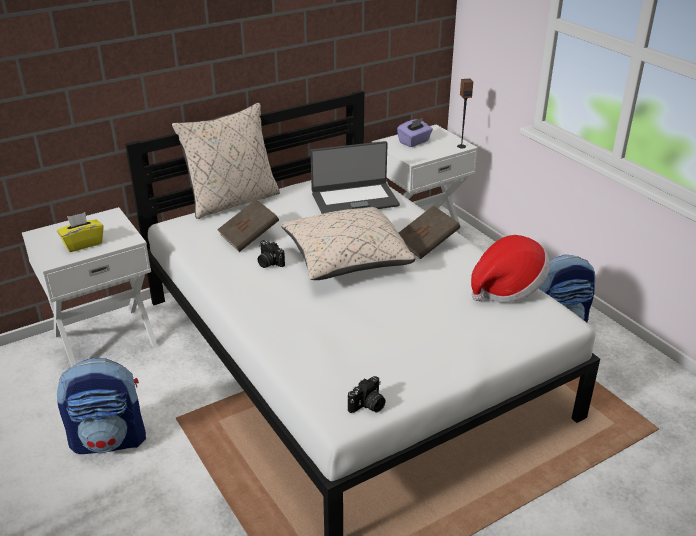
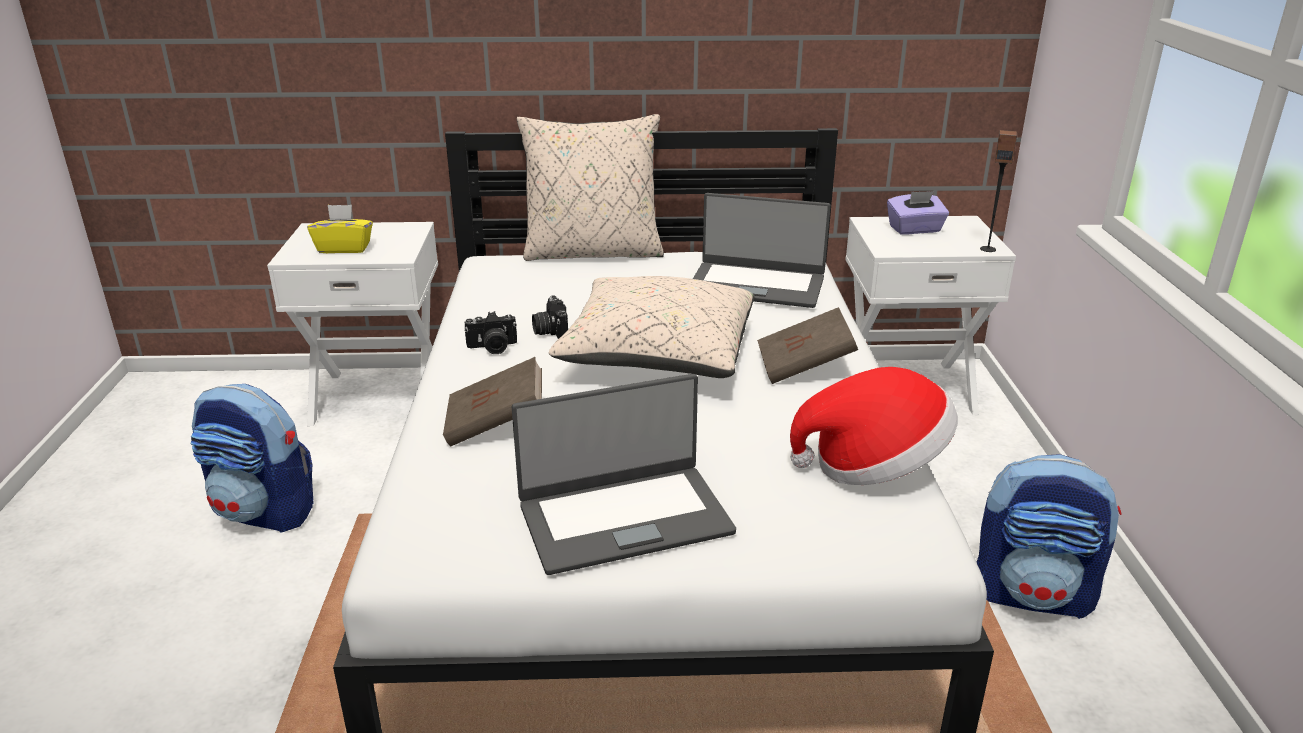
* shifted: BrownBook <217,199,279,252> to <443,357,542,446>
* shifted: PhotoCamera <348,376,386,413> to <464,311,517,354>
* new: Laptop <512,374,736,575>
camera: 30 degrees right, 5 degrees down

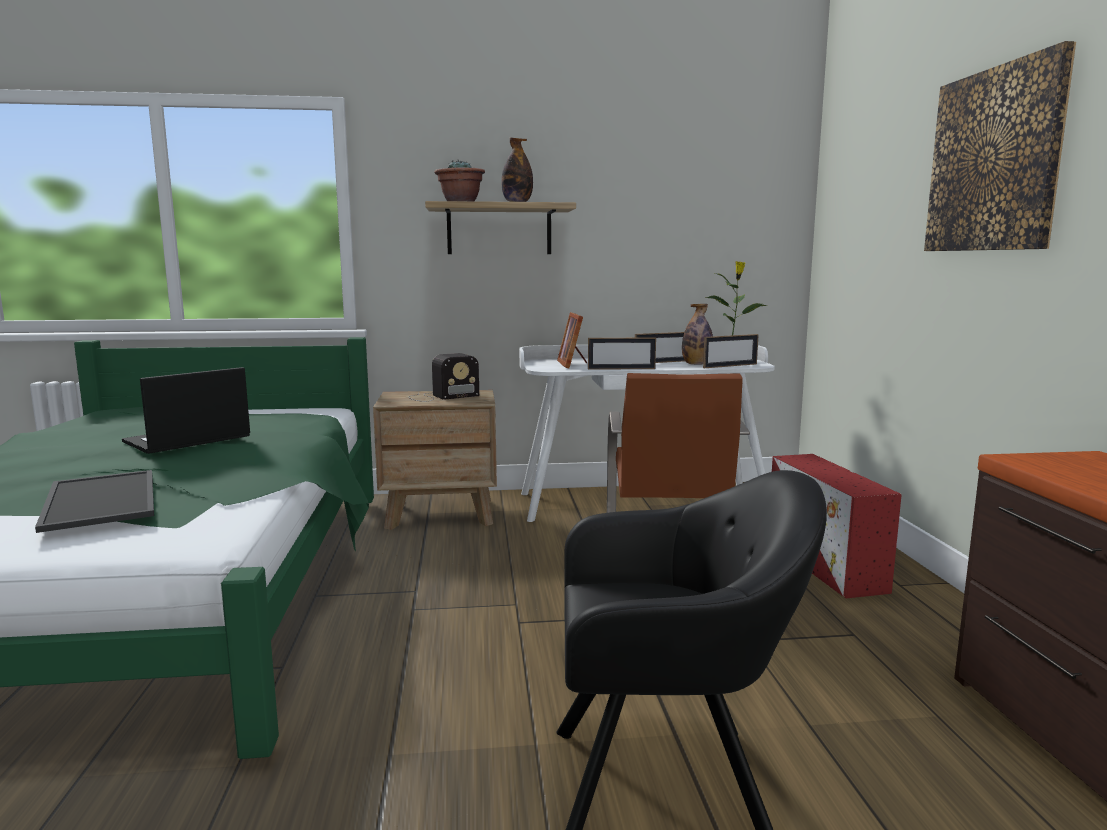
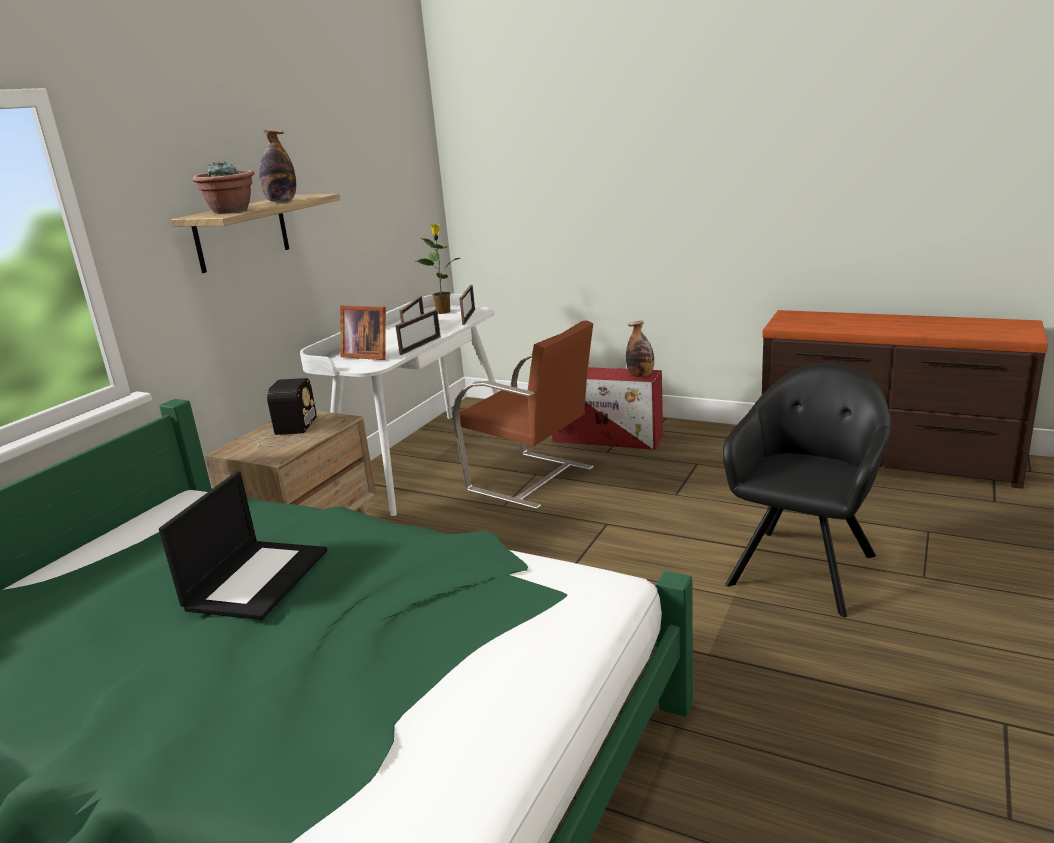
* rotated: Laptop <122,367,250,454> = <159,471,327,620> 150 degrees counterclockwise
* shifted: Bottle <682,304,713,365> to <626,321,654,377>
* gone: Tray <35,470,154,533>
* gone: Picture <924,41,1076,251>
camera: 55 degrees left, 10 degrees up

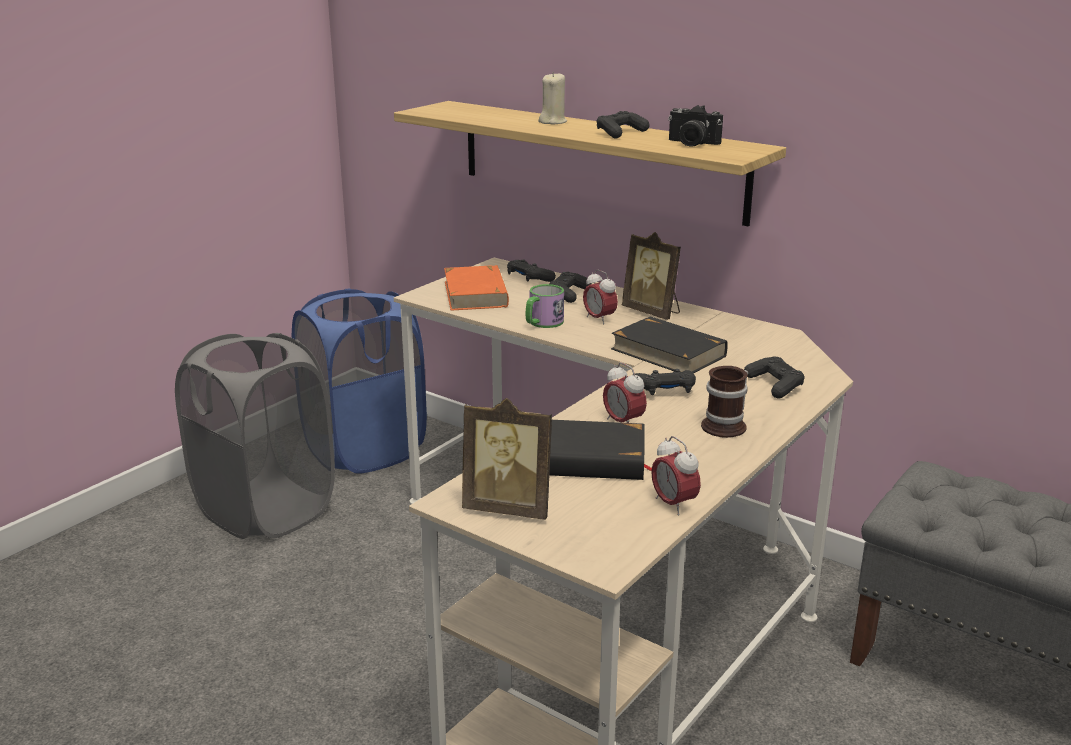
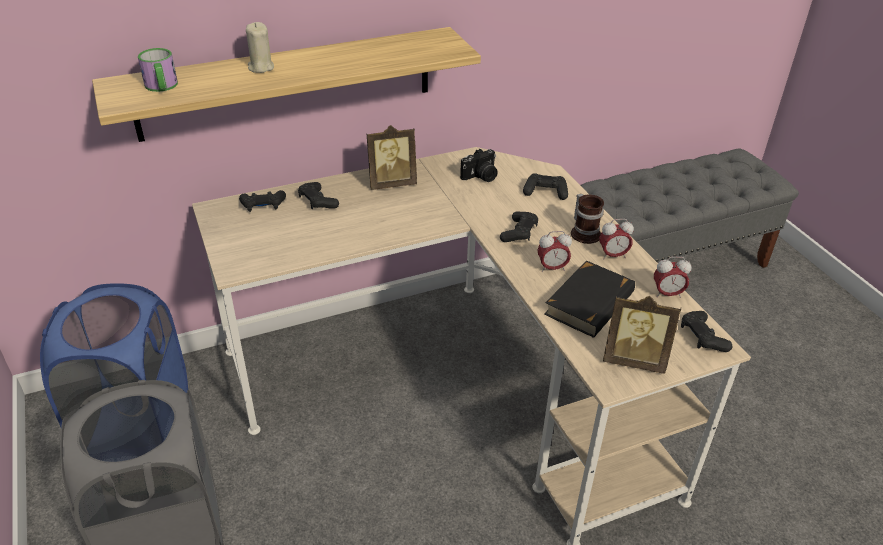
* shifted: Mug <526,284,564,328> to <138,48,178,92>
* shifted: PhotoCamera <668,105,723,147> to <460,149,498,182>
* shifted: AlarmClock <583,270,618,325> to <599,219,634,259>
* rotated: PictureFrame <462,398,552,520> = <603,296,681,374> 60 degrees clockwise
* shifted: BlackGameController <597,111,650,139> to <681,311,732,352>
* gone: OrangeBook <444,265,509,311>
* gone: BlackBook <611,316,728,373>
camera: 60 degrees left, 15 degrees up

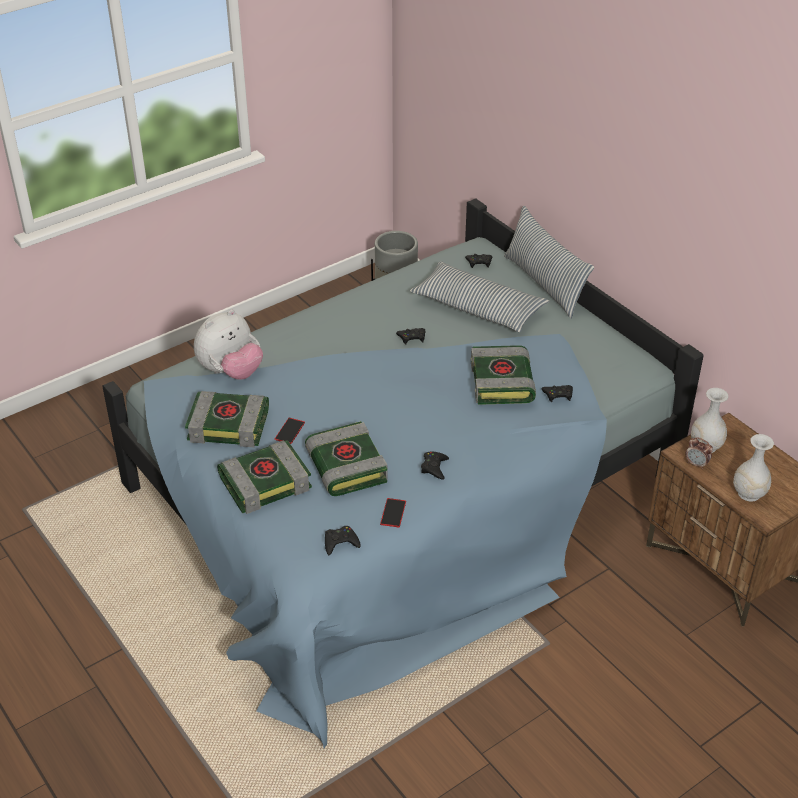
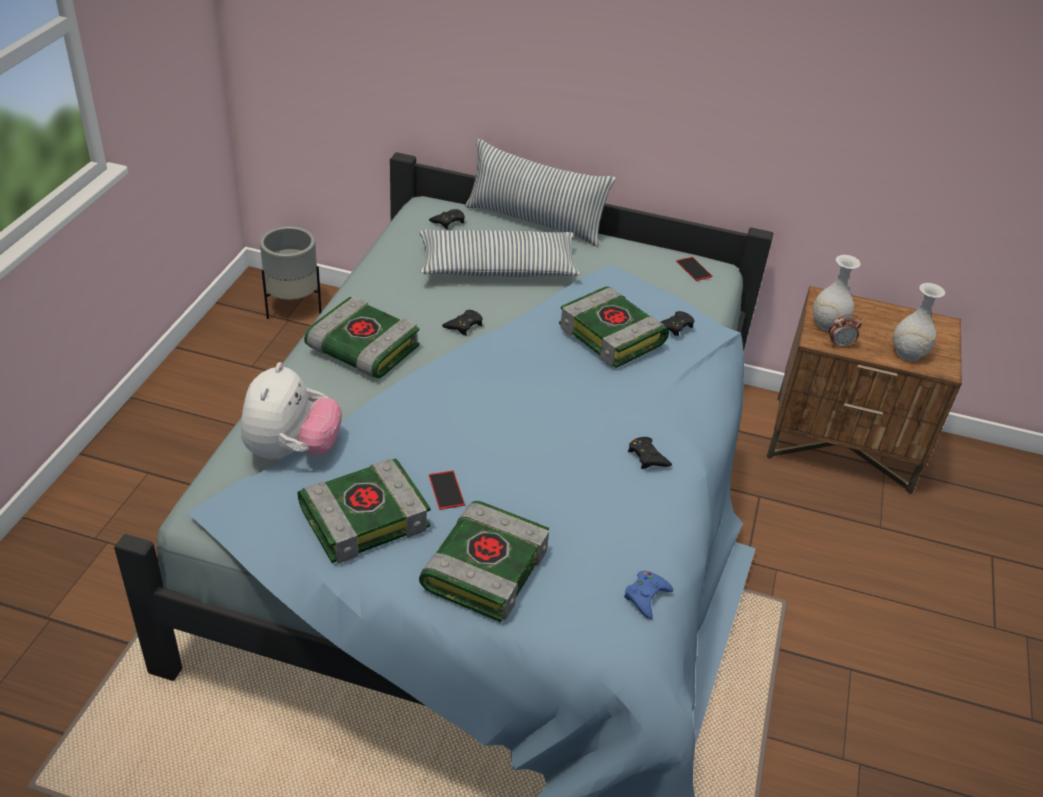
* shifted: Book <305,421,387,496> to <304,296,419,379>
* repainted: BlackGameController <325,526,361,555> to BlueGameController <624,571,673,619>
* shifted: Phone <380,498,406,527> to <676,257,712,281>
camera: 40 degrees left, 0 degrees up

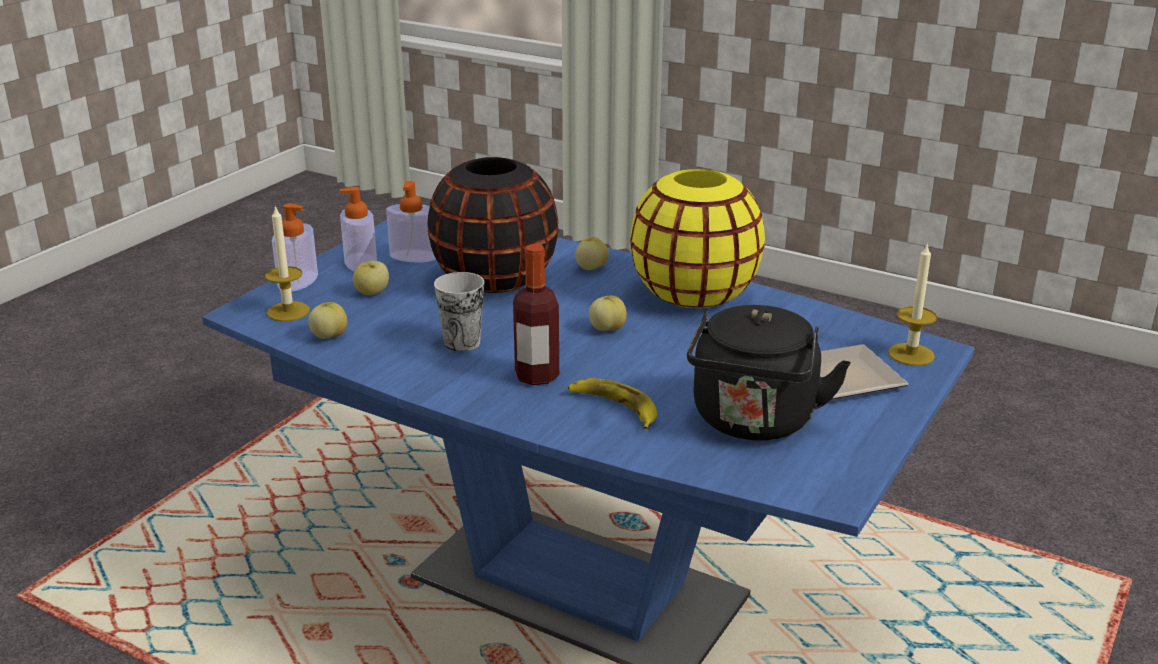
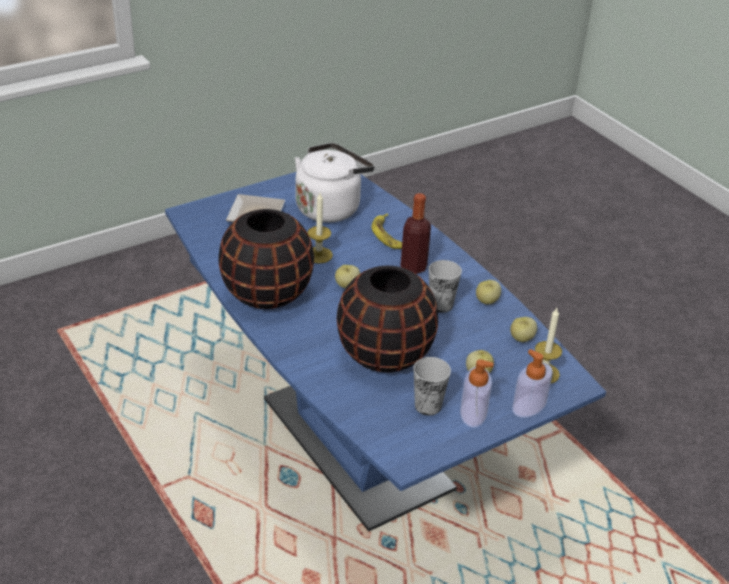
* repainted: YellowVase <630,169,765,308> to BlackVase <218,209,314,309>
* repainted: BlackKettle <687,305,851,440> to WhiteKettle <295,143,375,223>
* shifted: Candle <888,242,937,366> to <307,193,333,263>
* swapped: SoapDispenser <386,181,436,262> to Cup <414,357,451,416>
* shifted: Apple <575,237,609,270> to <476,280,501,304>
camera: 155 degrees left, 10 degrees up

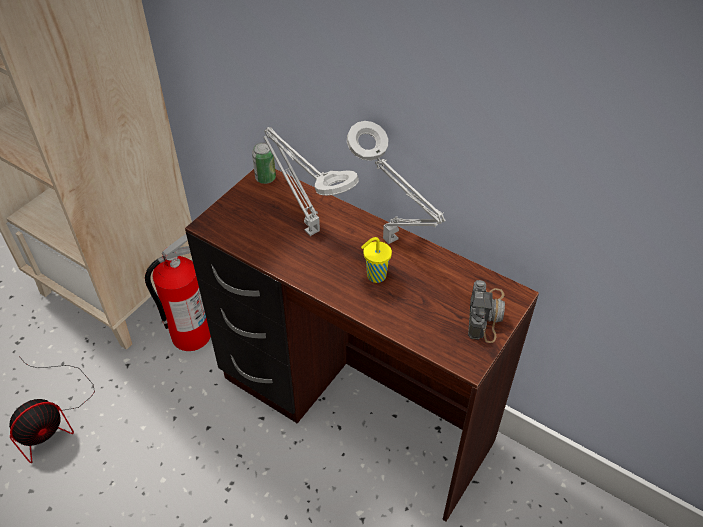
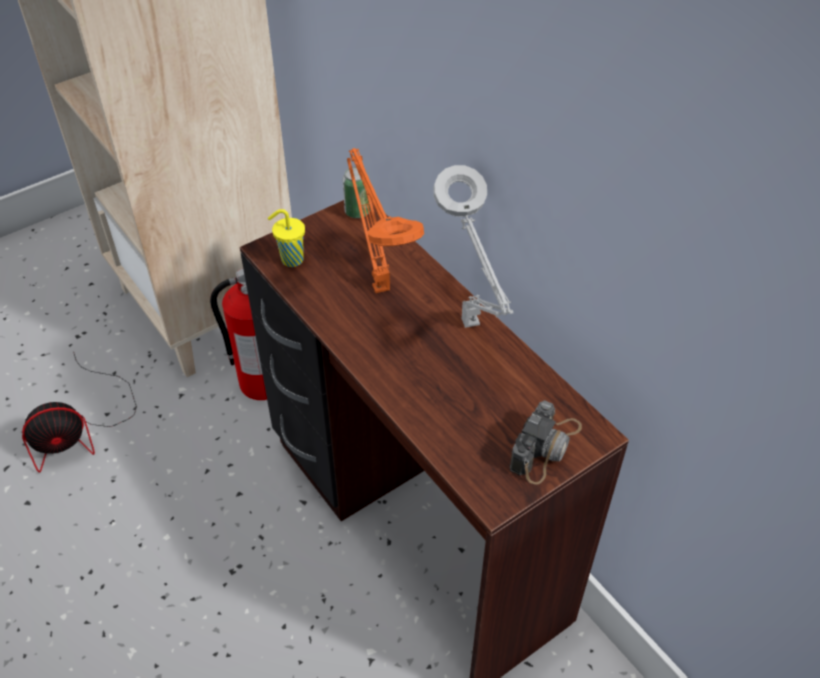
* shifted: YellowCup <361,237,392,283> to <268,209,305,267>
* repainted: GreyTableLamp <263,127,359,236> to OrangeTableLamp <347,148,424,293>
camera: 20 degrees right, 0 degrees up

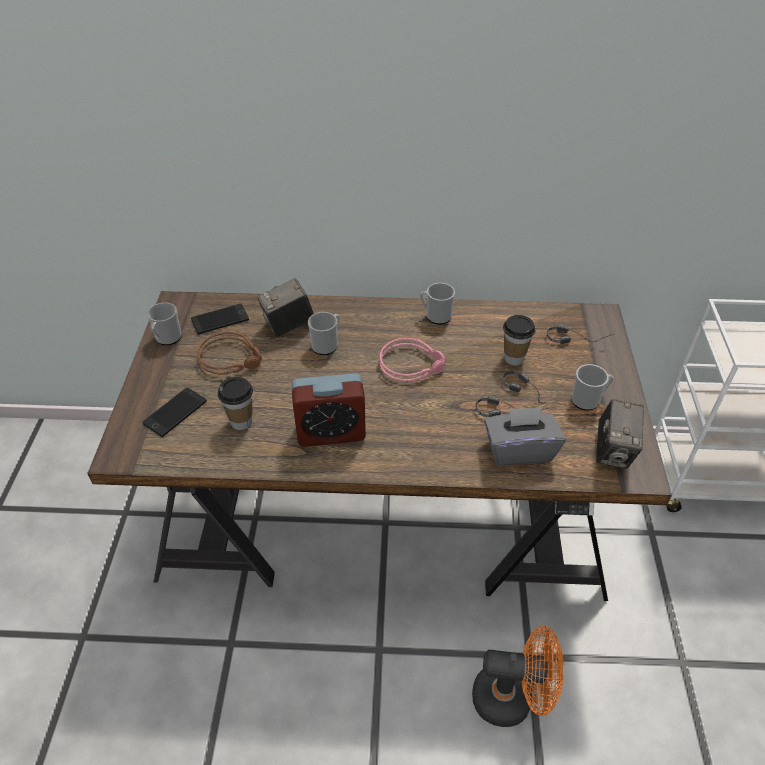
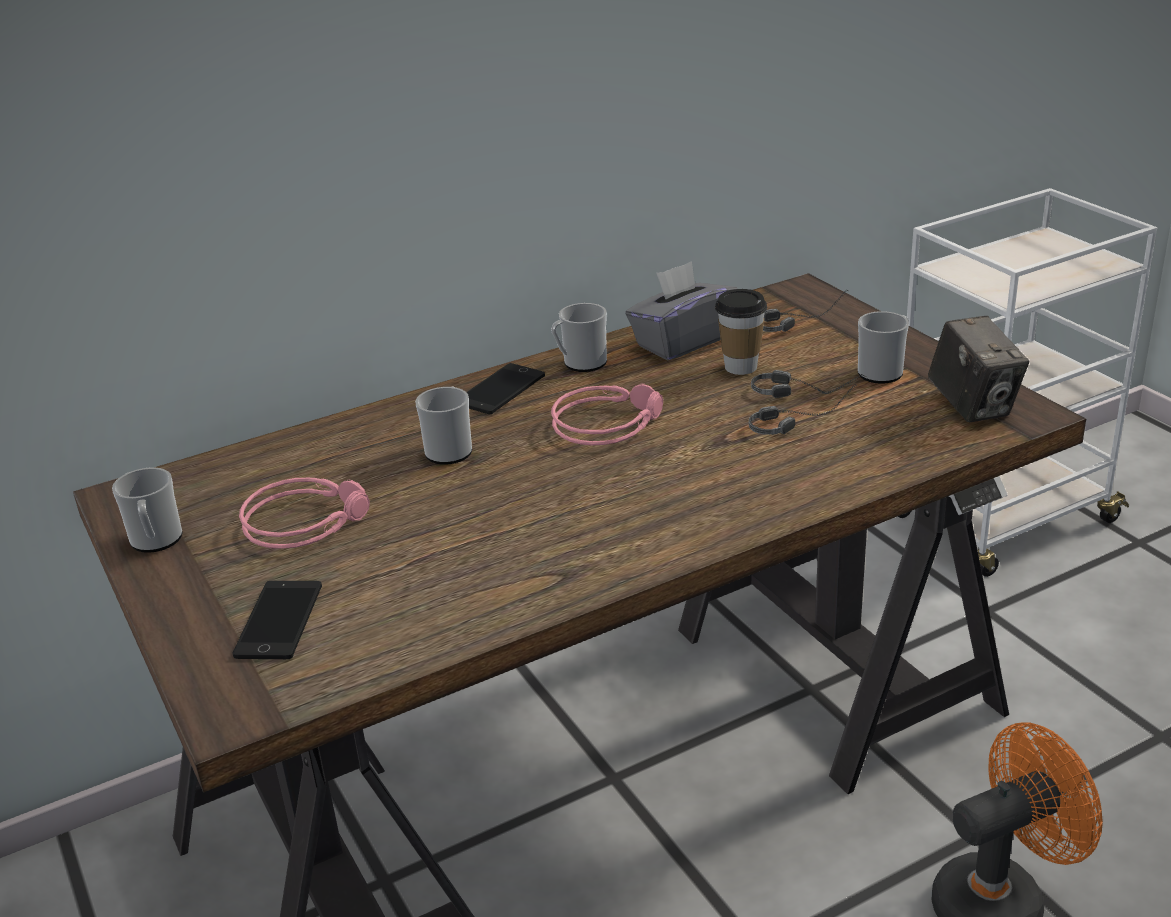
* repainted: BrownHeadphones <197,332,262,375> to PinkHeadphones <239,478,370,549>
* shifted: Phone <191,304,249,334> to <467,363,545,414>
* shifted: GreyTissueBox <484,407,566,465> to <625,261,737,360>
* gone: Cup <218,377,253,430>
* gone: PhotoCamera <257,278,314,337>
* gone: AlarmClock <292,373,366,447>
camera: 30 degrees left, 15 degrees down

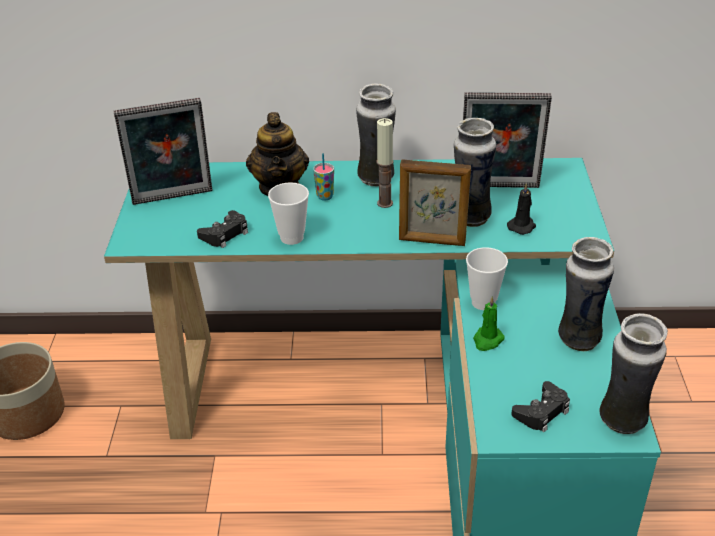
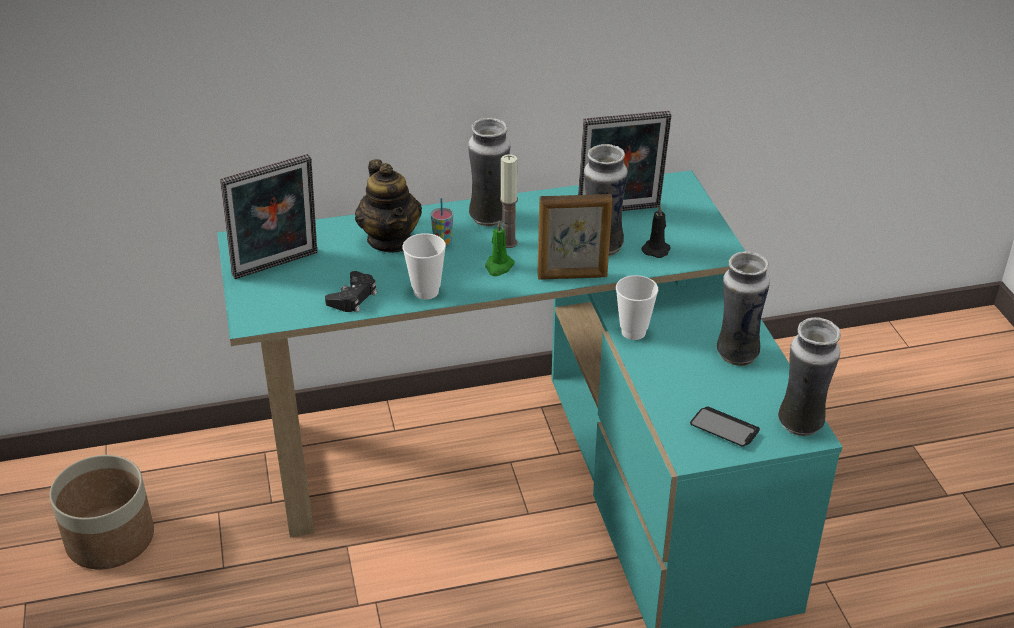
* shifted: GreenCandle <473,296,505,351> to <485,220,515,276>
* swapped: BlackGameController <511,381,570,432> to Phone <690,407,760,447>
camera: 15 degrees left, 0 degrees up

